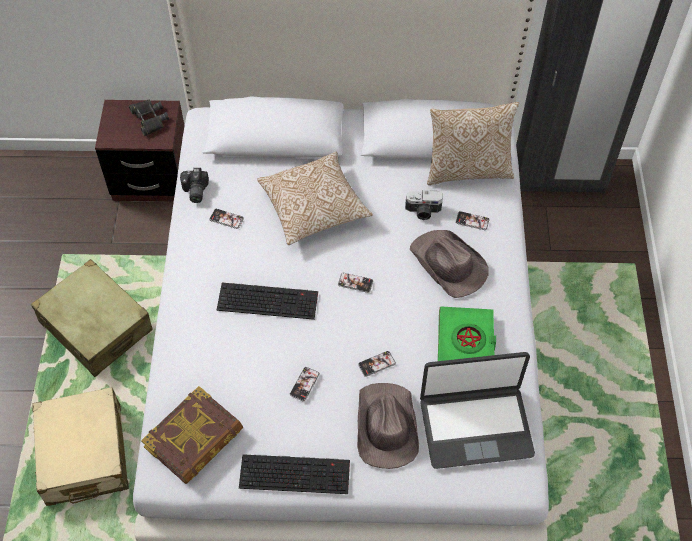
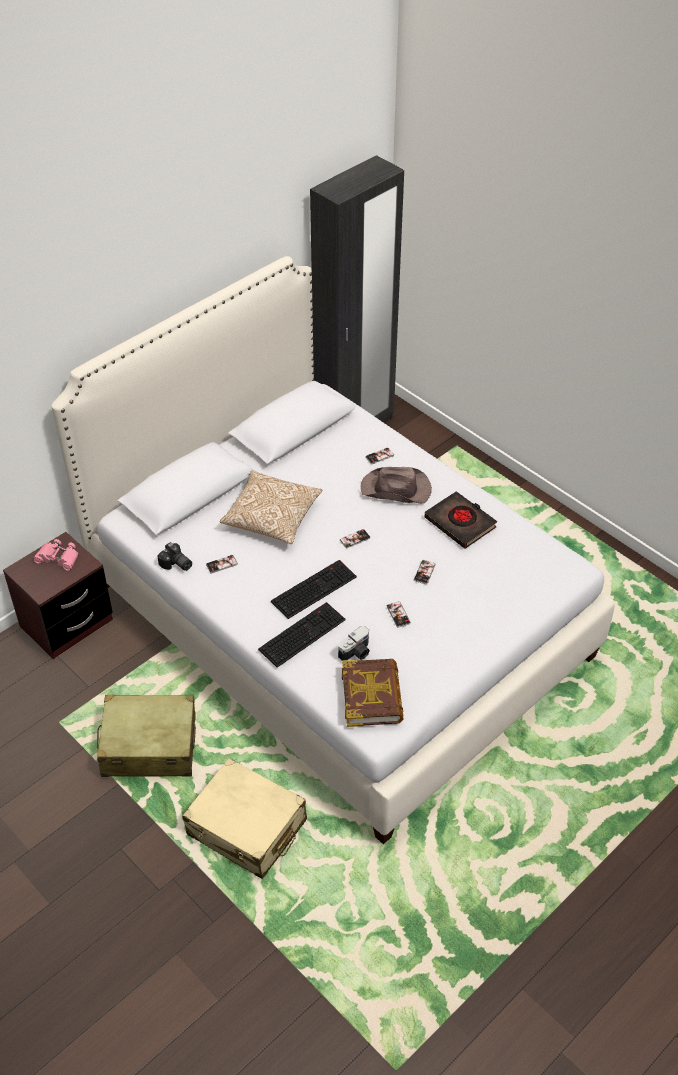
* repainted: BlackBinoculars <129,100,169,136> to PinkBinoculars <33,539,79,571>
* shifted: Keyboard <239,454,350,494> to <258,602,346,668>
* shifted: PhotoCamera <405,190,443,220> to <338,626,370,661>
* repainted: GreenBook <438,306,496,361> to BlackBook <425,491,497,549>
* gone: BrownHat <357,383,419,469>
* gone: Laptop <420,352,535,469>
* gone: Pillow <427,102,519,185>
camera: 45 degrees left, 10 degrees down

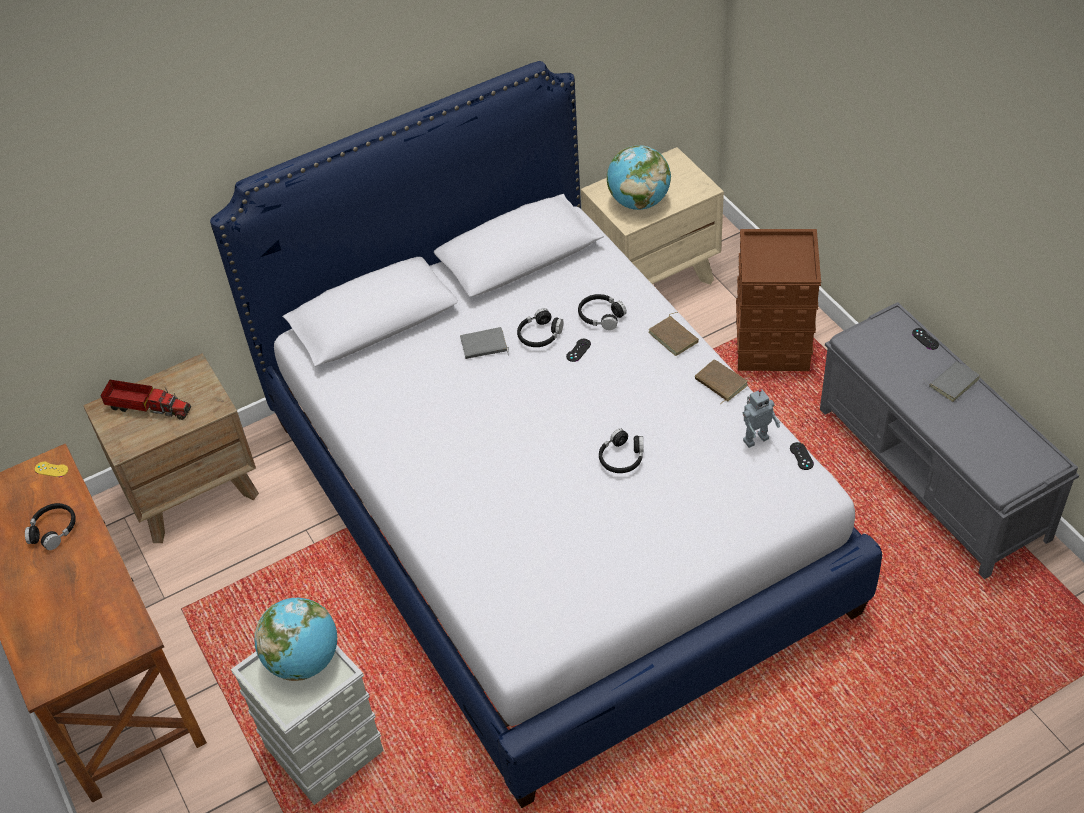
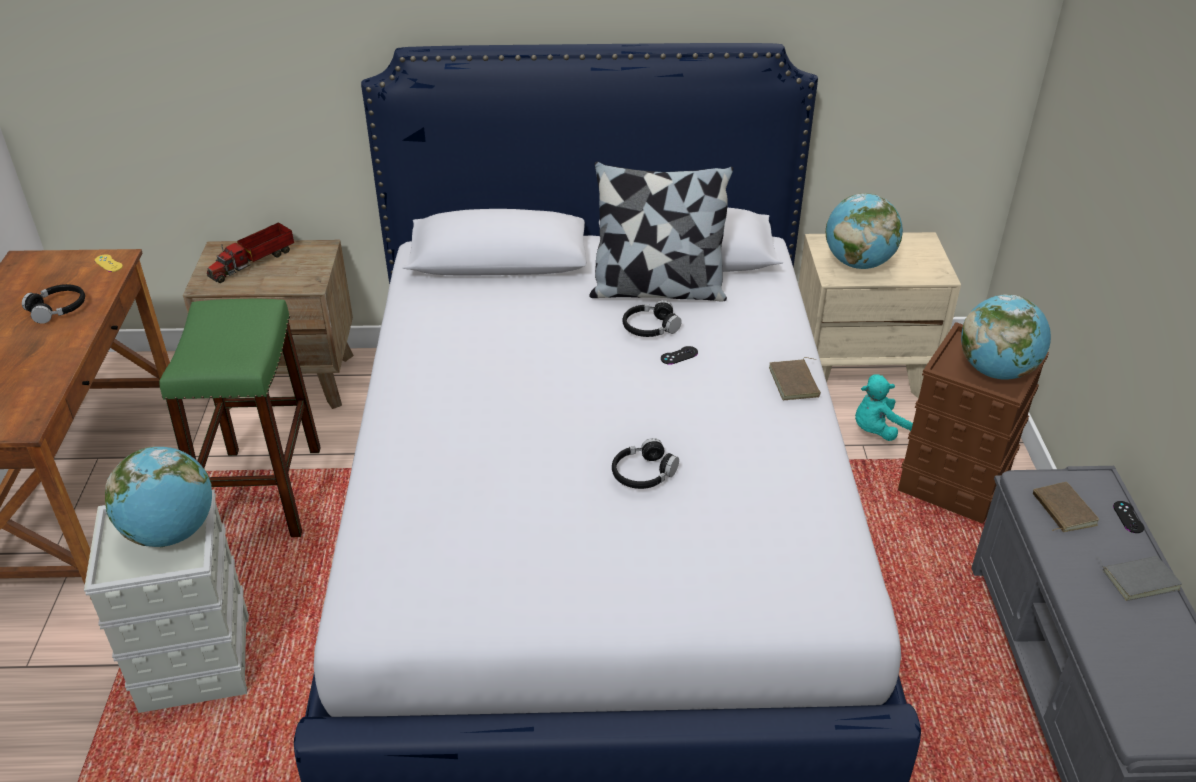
* new: GreenStool <159,299,321,537>
* rotated: ToyTruck <100,380,191,420> = <207,222,294,283> 90 degrees clockwise
* new: Pillow <589,162,733,302>
* new: TurquoisePlushToy <855,374,913,441>
* new: Globe <961,294,1051,380>
* shifted: BrownBook <695,359,748,404> to <1033,482,1099,532>
* gone: GreyBook <460,327,509,359>
* gone: BlackHeadphones <578,294,627,330>
* gone: ToyRobot <743,389,780,448>
* gone: BlackGameController <790,442,814,470>
camera: 25 degrees right, 10 degrees down

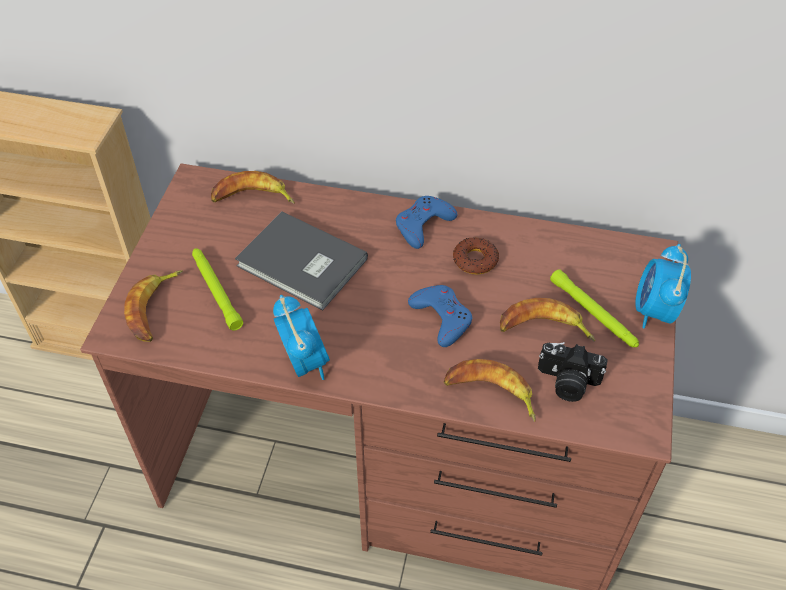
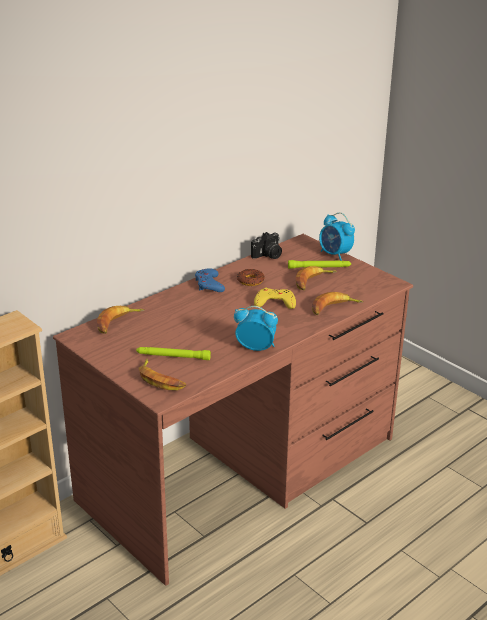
* shifted: PhotoCamera <538,342,608,402> to <251,232,282,259>
* repainted: BlueGameController <408,285,472,347> to YellowGameController <254,288,296,309>
* gone: GreyBook <235,211,368,311>
camera: 55 degrees left, 20 degrees down

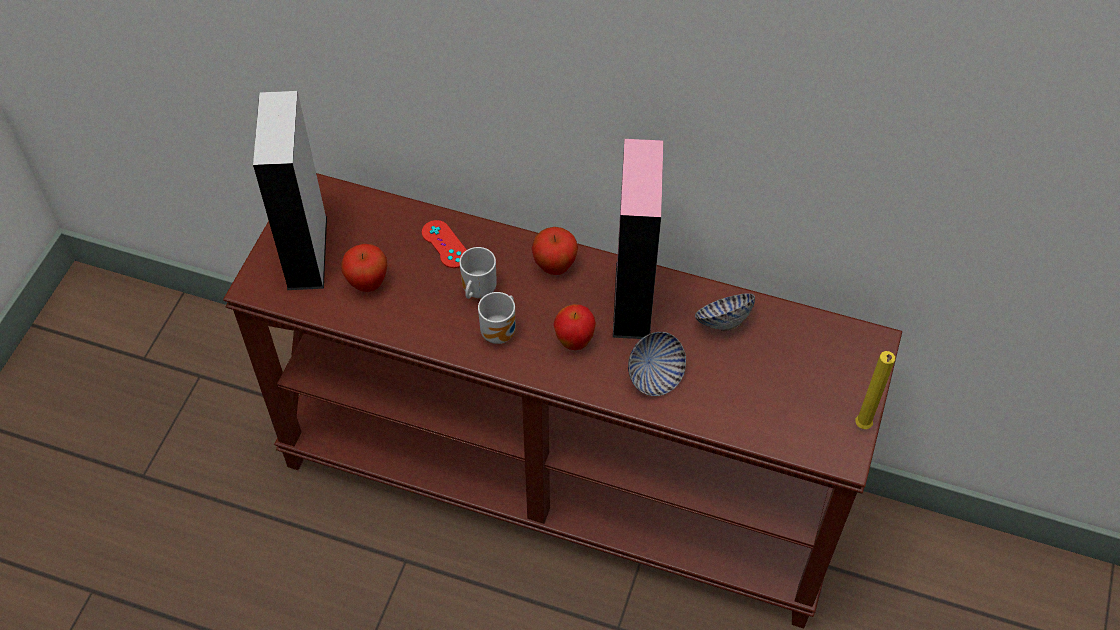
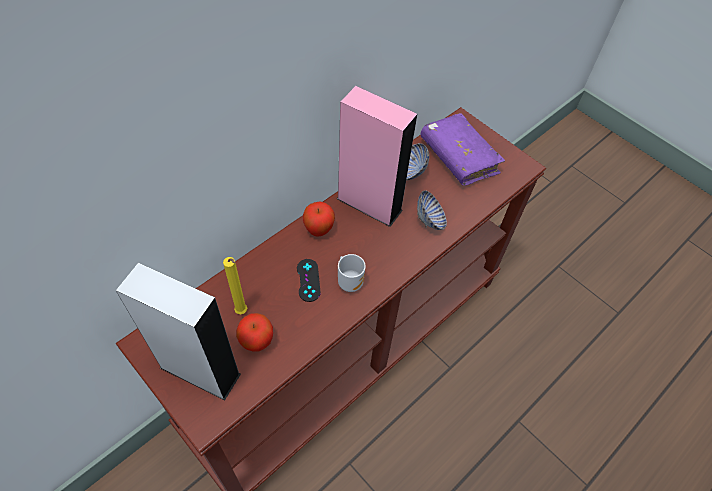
* shifted: YellowCandle <855,351,895,429> to <223,257,247,314>
* swapped: Mug <459,247,497,299> to BlackGameController <297,259,321,302>
* new: PurpleBook <420,113,505,186>
* gone: RedGameController <422,220,466,268>
* gone: Apple <553,304,596,350>
camera: 65 degrees left, 0 degrees up

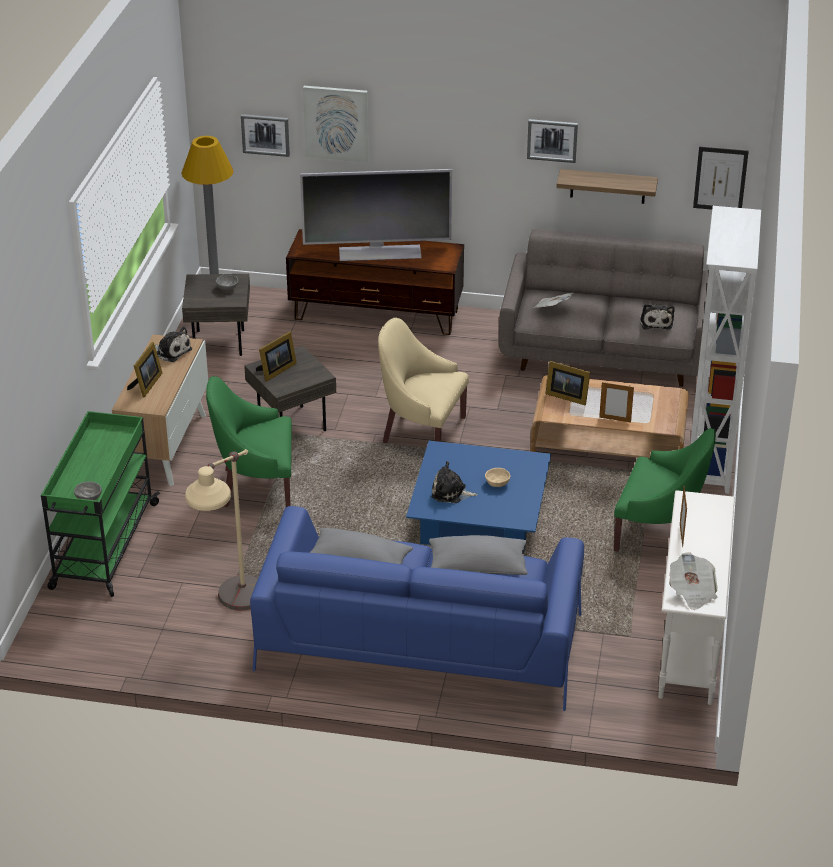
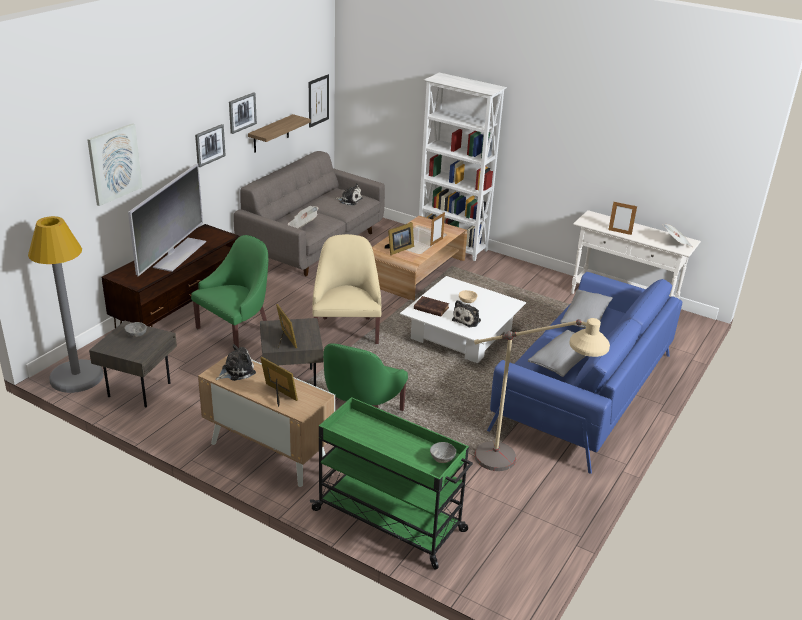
* shifted: GreenArmchair <614,428,716,552> to <191,235,268,351>
* shifted: Picture <241,114,290,157> to <195,124,226,167>
* rotated: BeigeArmchair <378,318,469,443> = <312,234,381,344> 135 degrees clockwise
* repainted: BlueCoffeeTable <406,441,551,552> to WhiteCoffeeTable <400,276,526,363>
* new: BrownBook <414,296,449,317>
camera: 70 degrees left, 5 degrees down

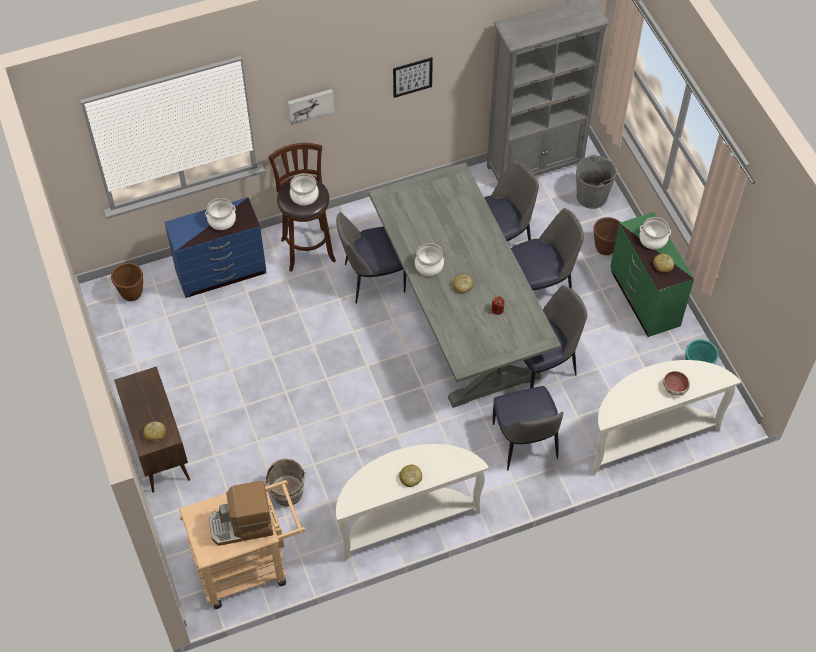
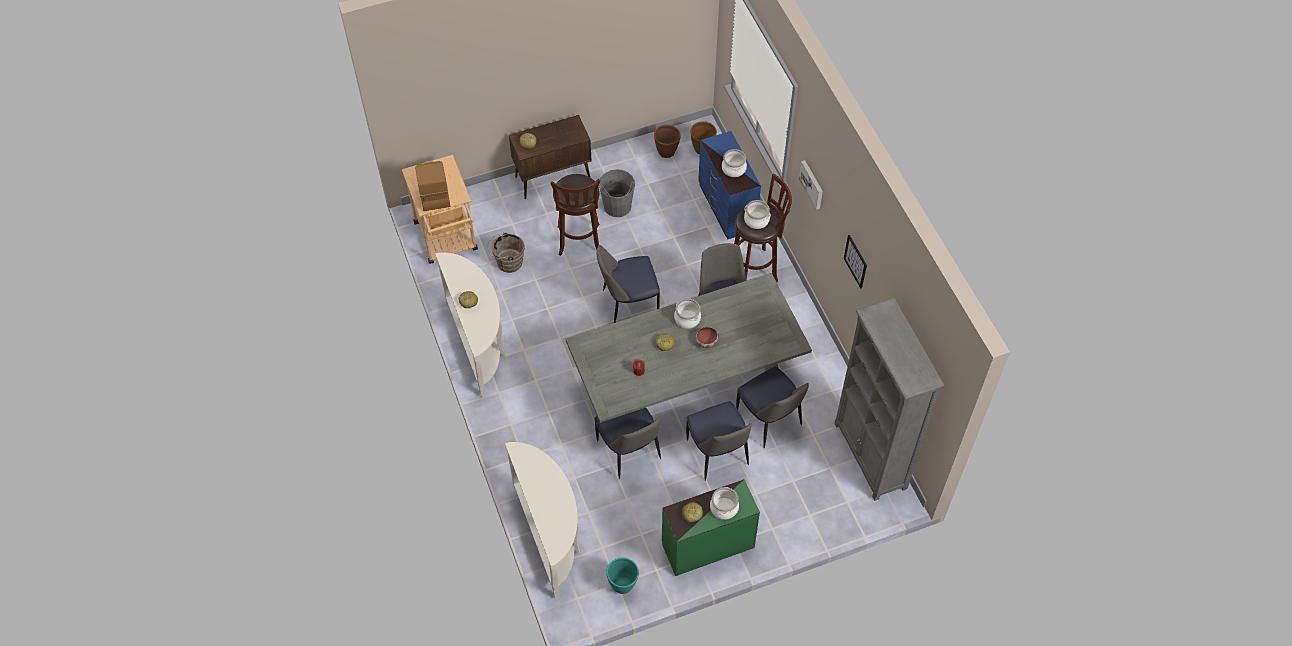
* new: BrownStool <551,174,600,256>
* shifted: Chair <493,386,564,471> to <596,245,660,323>
* shifted: GreyBucket <576,155,618,209> to <599,169,635,217>
* shifted: BrownPlanter <593,217,620,255> to <654,124,681,158>
* shifted: Bowl <663,371,690,395> to <696,327,719,348>
camera: 90 degrees right, 0 degrees up

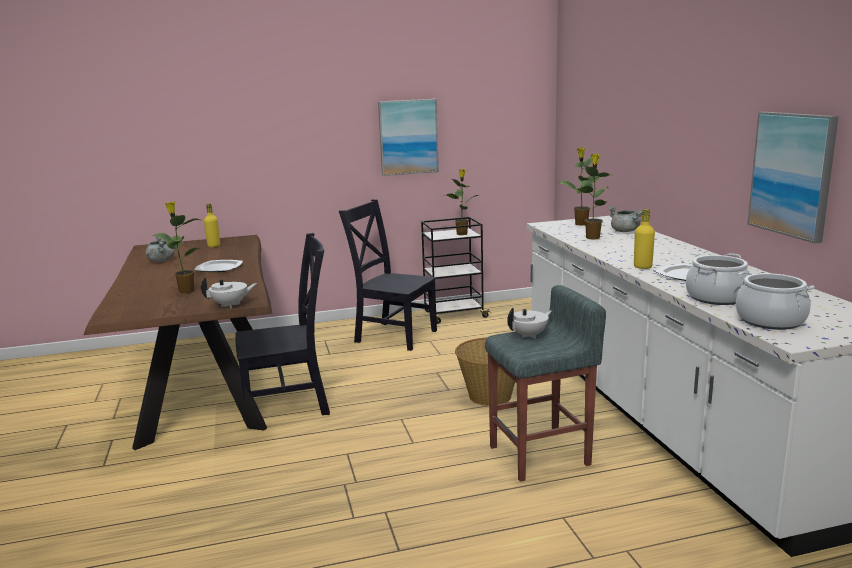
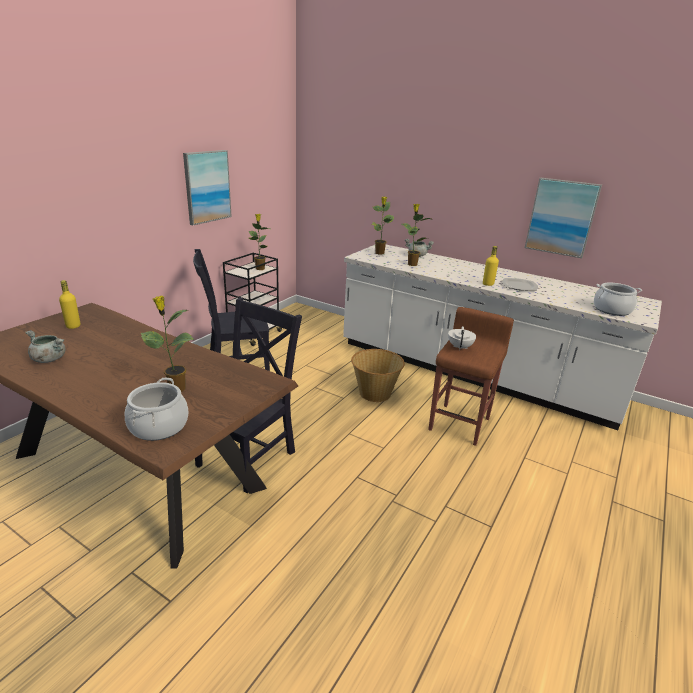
* shifted: CookingPot <686,253,749,305> to <125,378,189,441>
* repainted: GreyStool <485,285,606,482> to BrownStool <428,307,514,446>
* gone: Plate <194,260,243,272>
* gone: WhiteTeapot <201,277,257,308>
camera: 45 degrees left, 10 degrees up

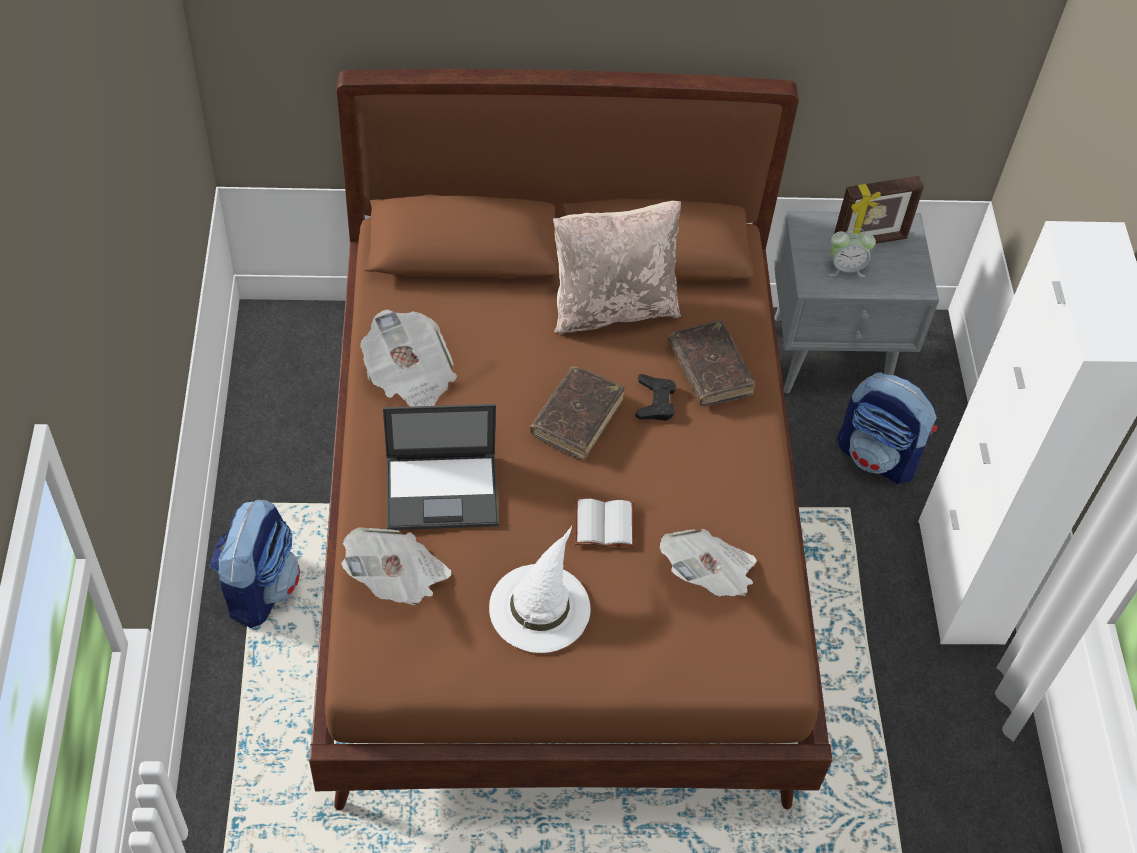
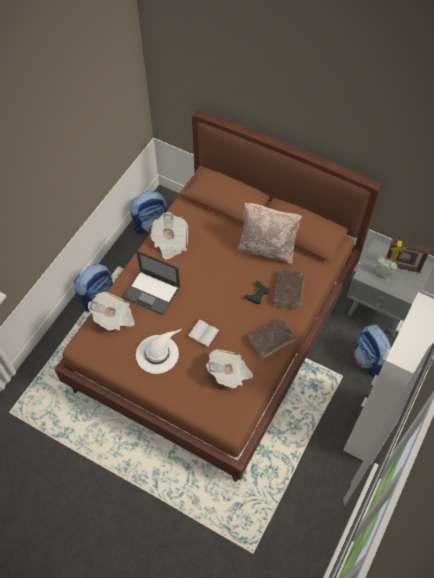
* new: Backpack <130,191,167,234>
* shifted: BrownBook <530,366,625,460> to <247,317,296,360>
camera: 35 degrees right, 5 degrees up

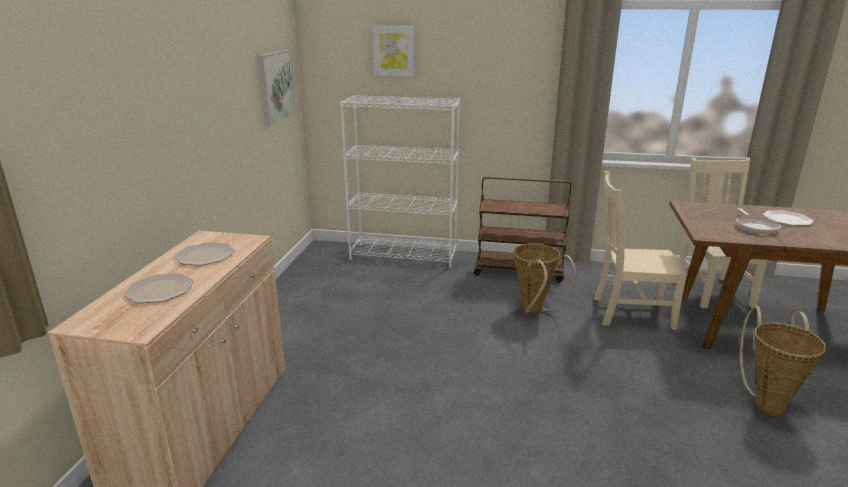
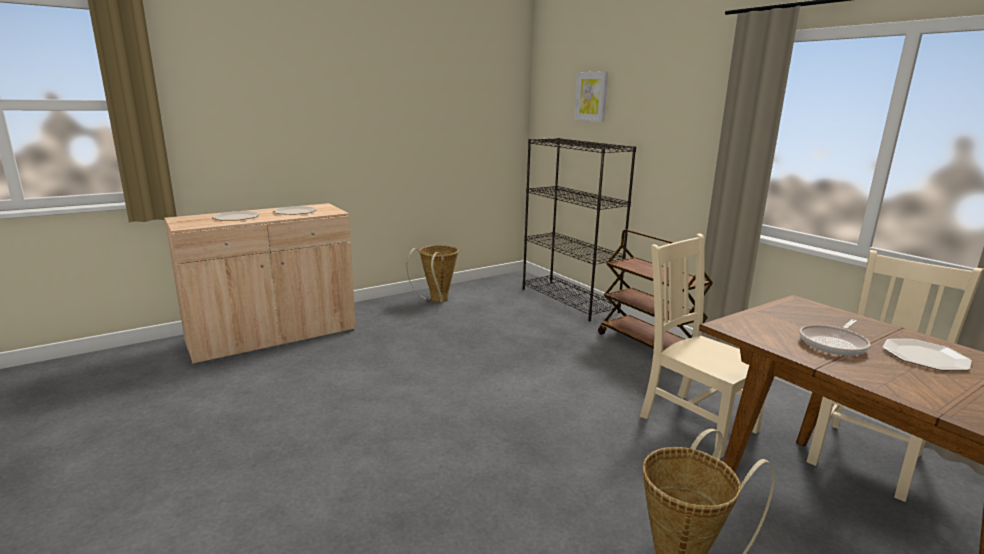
* shifted: Basket <513,243,576,313> to <407,245,458,303>
* repainted: WhiteBookcase <340,95,461,268> to BlackBookcase <523,138,636,321>
* gone: Picture <258,50,296,127>
camera: 45 degrees right, 5 degrees down

